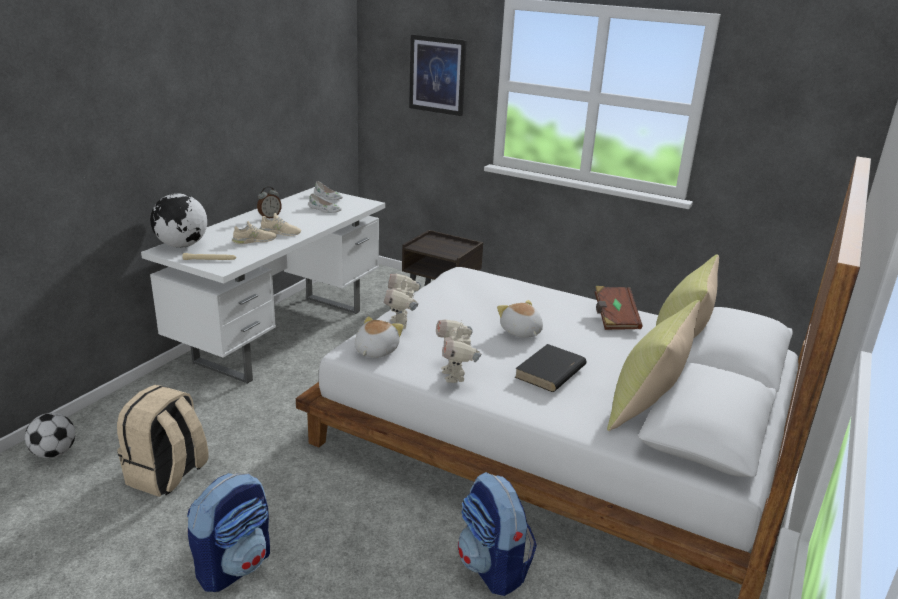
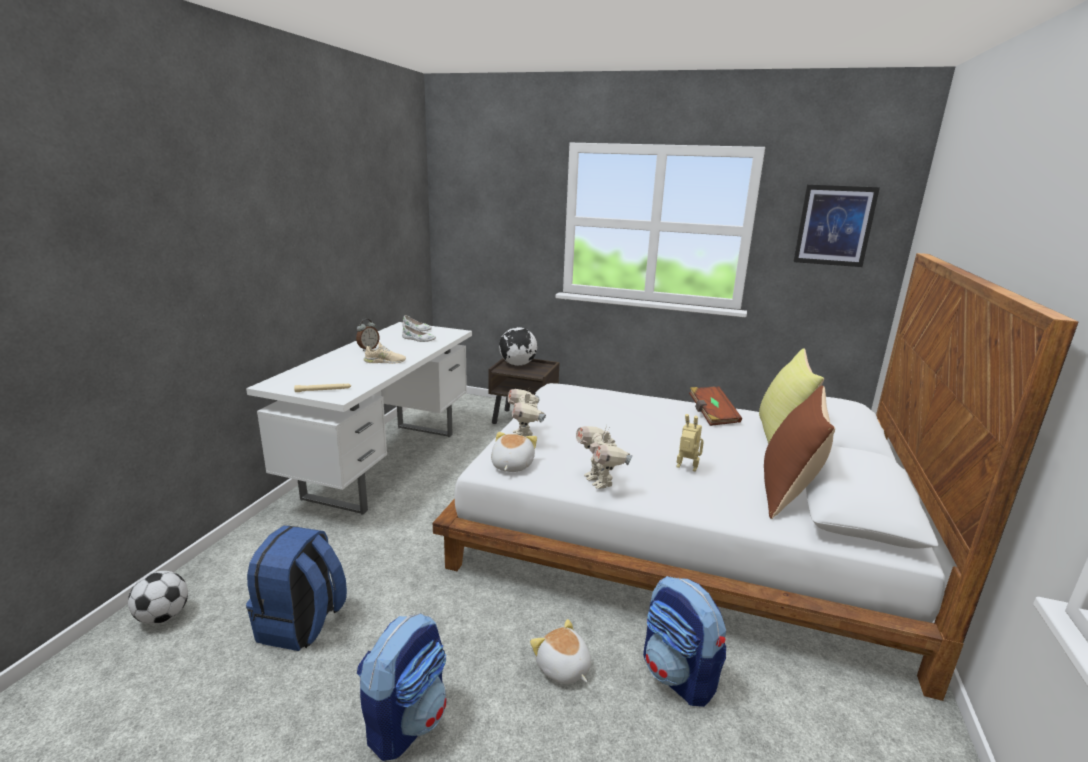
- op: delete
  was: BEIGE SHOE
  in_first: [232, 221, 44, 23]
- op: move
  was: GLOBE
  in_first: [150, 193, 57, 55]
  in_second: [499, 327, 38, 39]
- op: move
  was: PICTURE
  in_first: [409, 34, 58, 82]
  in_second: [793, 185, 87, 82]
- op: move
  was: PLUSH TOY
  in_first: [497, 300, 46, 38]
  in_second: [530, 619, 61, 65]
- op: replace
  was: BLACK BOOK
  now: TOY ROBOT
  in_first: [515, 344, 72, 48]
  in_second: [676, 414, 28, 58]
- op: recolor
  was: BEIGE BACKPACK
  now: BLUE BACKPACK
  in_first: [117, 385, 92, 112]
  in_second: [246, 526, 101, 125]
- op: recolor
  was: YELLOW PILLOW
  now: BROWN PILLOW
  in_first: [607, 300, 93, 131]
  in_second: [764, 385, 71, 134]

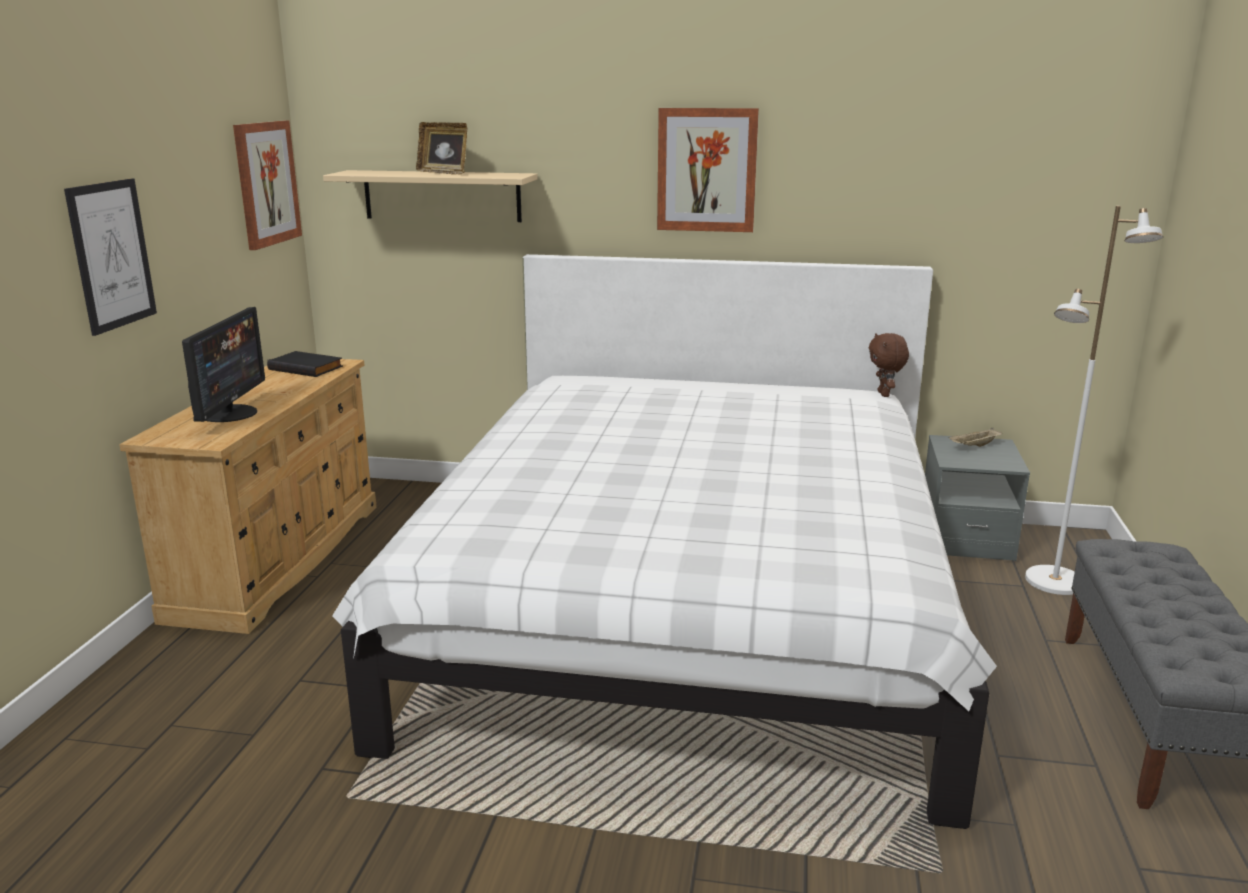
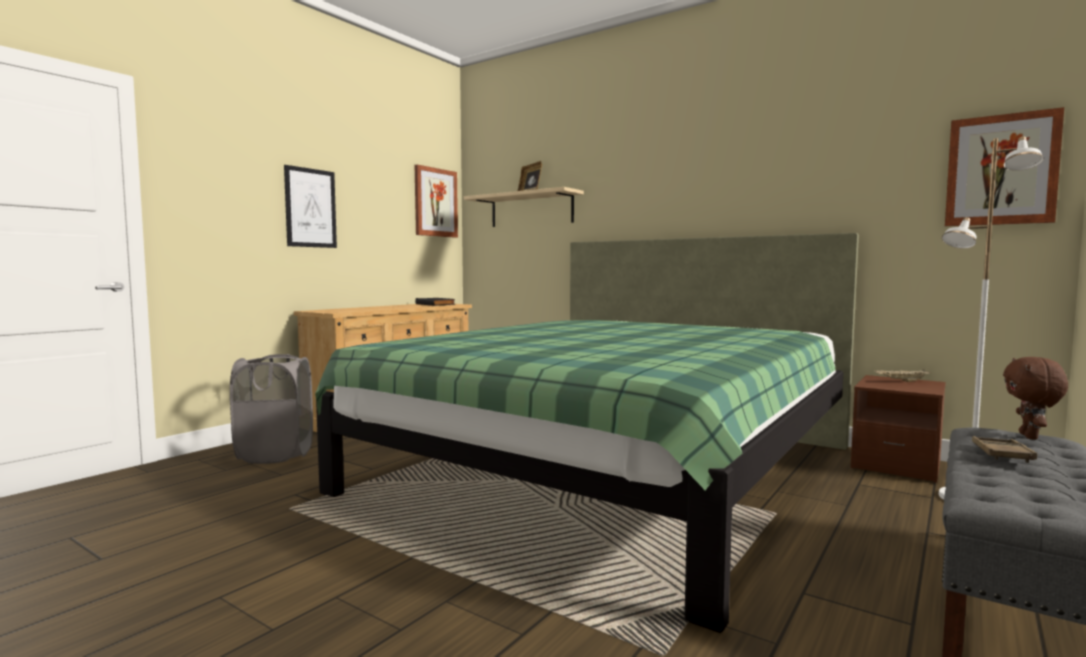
- op: delete
  was: MONITOR
  in_first: [182, 307, 83, 115]
- op: insert
  now: GREY LAUNDRY BASKET
  in_second: [230, 354, 83, 110]
- op: insert
  now: BROWN TRAY
  in_second: [972, 436, 65, 27]
- op: move
  was: PICTURE
  in_first: [657, 108, 102, 124]
  in_second: [945, 107, 119, 119]
- op: move
  was: BROWN PLUSH TOY
  in_first: [869, 333, 40, 64]
  in_second: [1003, 357, 65, 83]
- op: recolor
  was: WHITE BED
  now: GREEN BED
  in_first: [332, 254, 665, 575]
  in_second: [315, 233, 544, 400]
- op: recolor
  was: GREY NIGHTSTAND
  now: BROWN NIGHTSTAND
  in_first: [925, 435, 105, 126]
  in_second: [851, 375, 95, 108]

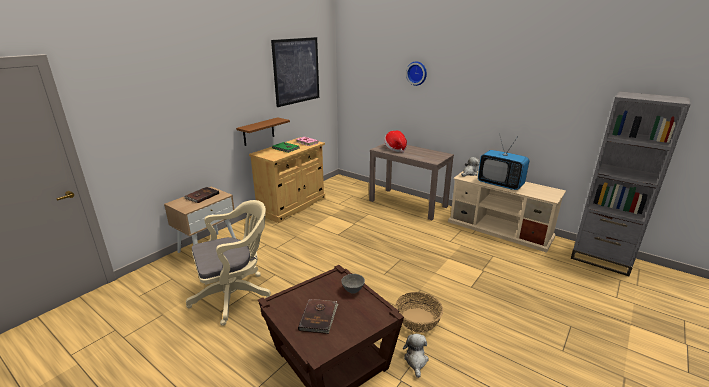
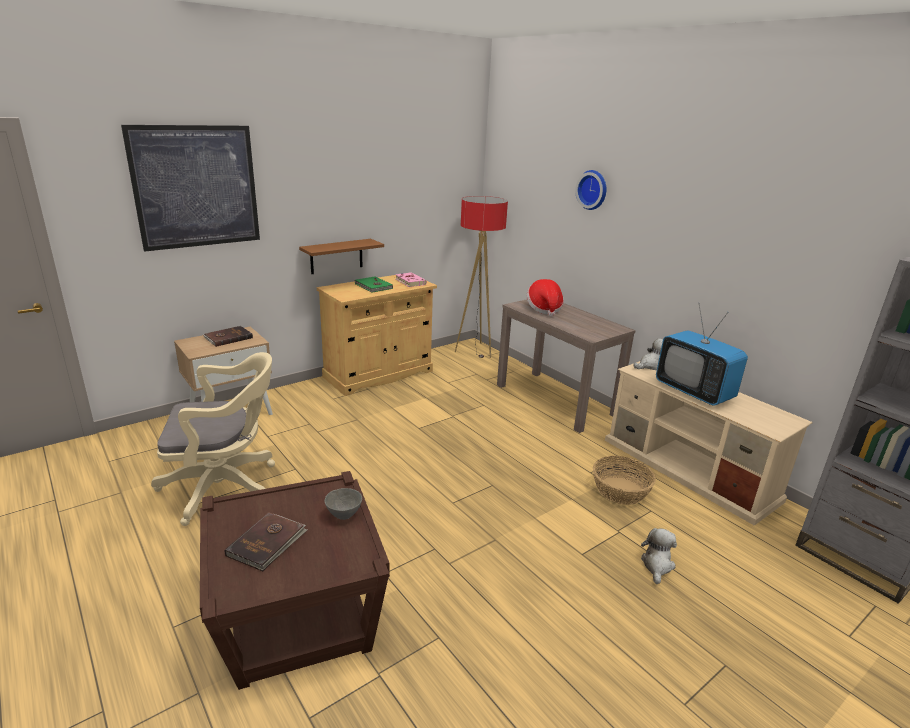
- op: insert
  now: FLOOR LAMP
  in_second: [455, 196, 53, 162]
- op: move
  was: PICTURE
  in_first: [271, 37, 48, 70]
  in_second: [121, 125, 139, 127]
- op: move
  was: BASKET
  in_first: [396, 292, 47, 41]
  in_second: [593, 456, 63, 49]
- op: move
  was: PLUSH TOY
  in_first: [403, 334, 26, 44]
  in_second: [641, 528, 36, 56]

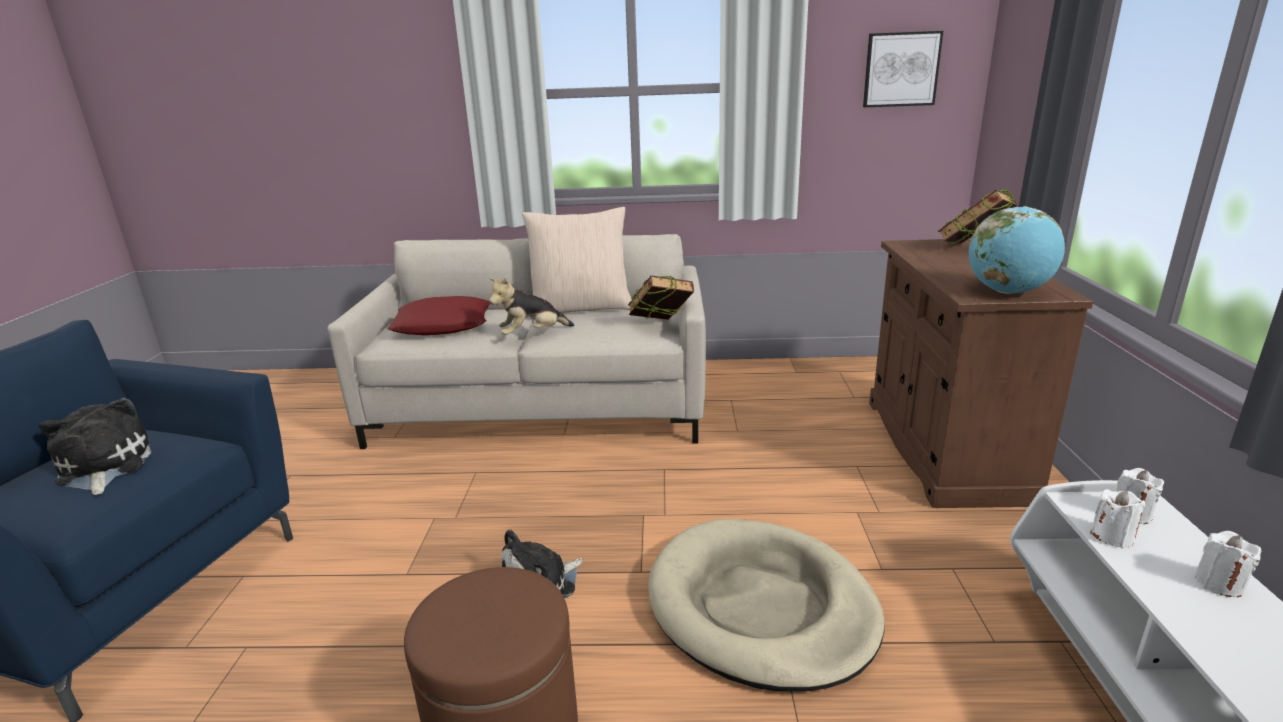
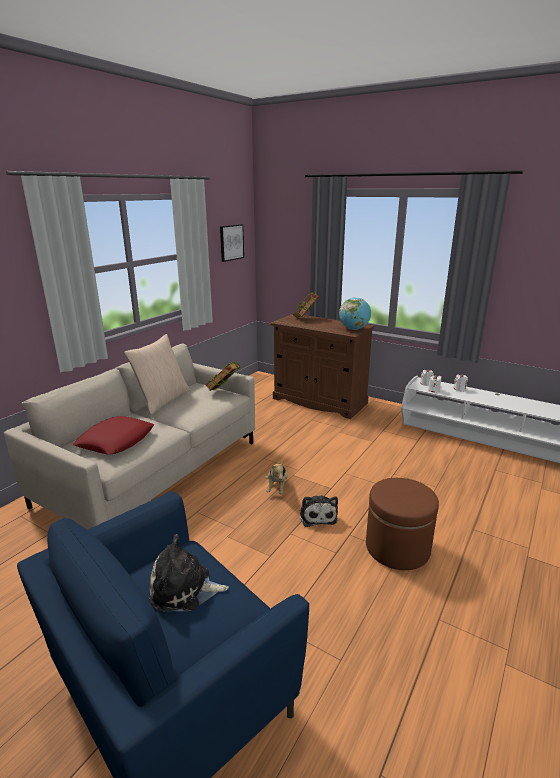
- op: delete
  was: BEIGE DOG BED
  in_first: [648, 519, 237, 172]
- op: move
  was: PLUSH TOY
  in_first: [489, 278, 85, 57]
  in_second: [265, 462, 23, 32]

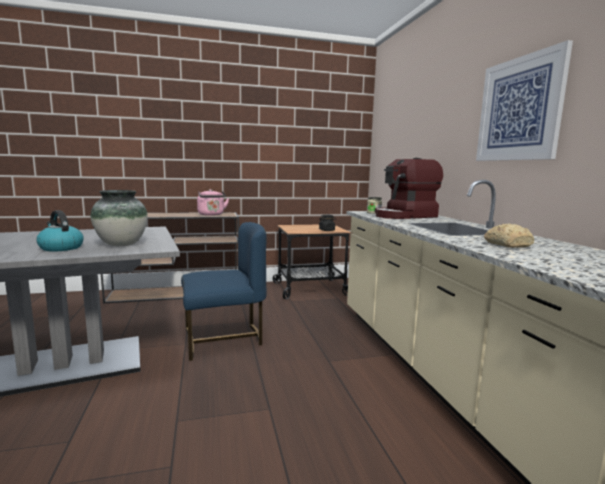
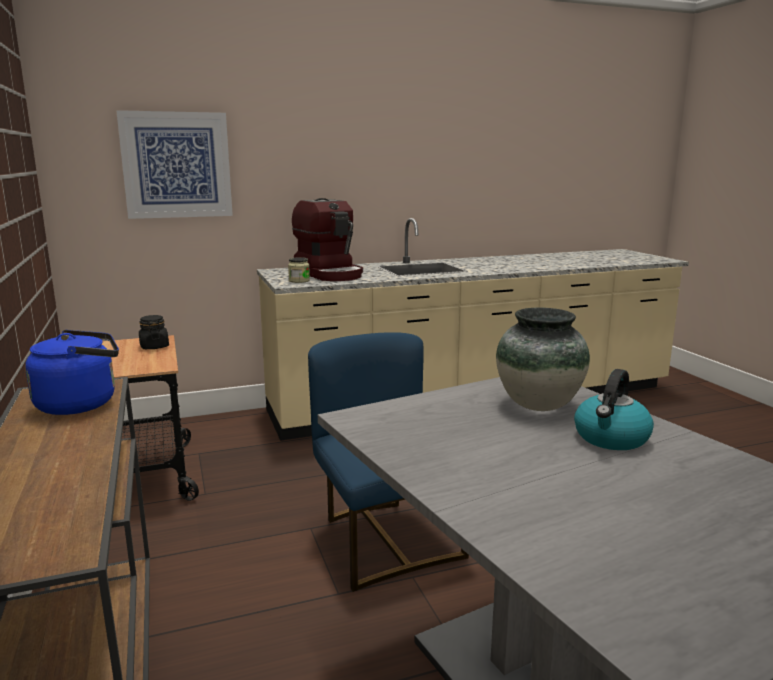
- op: delete
  was: BREAD
  in_first: [484, 223, 50, 25]
- op: move
  was: PICTURE
  in_first: [476, 40, 97, 121]
  in_second: [116, 110, 117, 109]
- op: recolor
  was: PINK KETTLE
  now: BLUE KETTLE
  in_first: [197, 189, 32, 27]
  in_second: [25, 330, 94, 85]

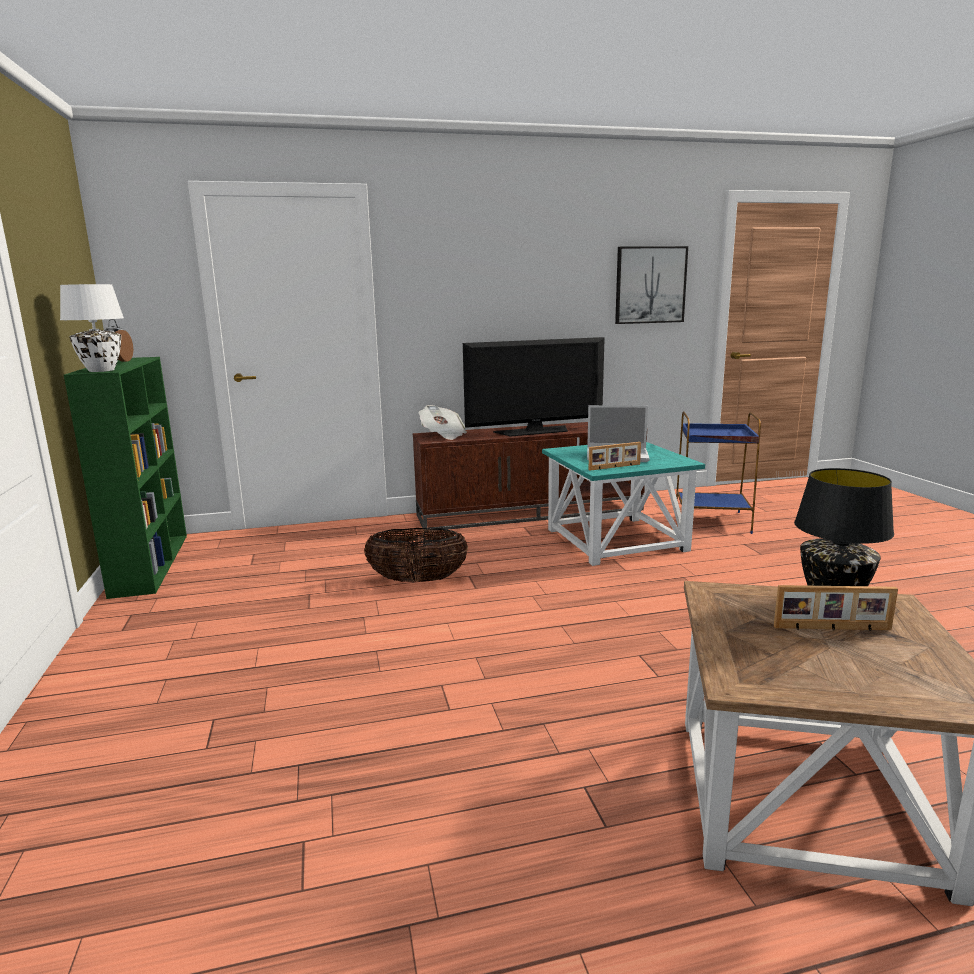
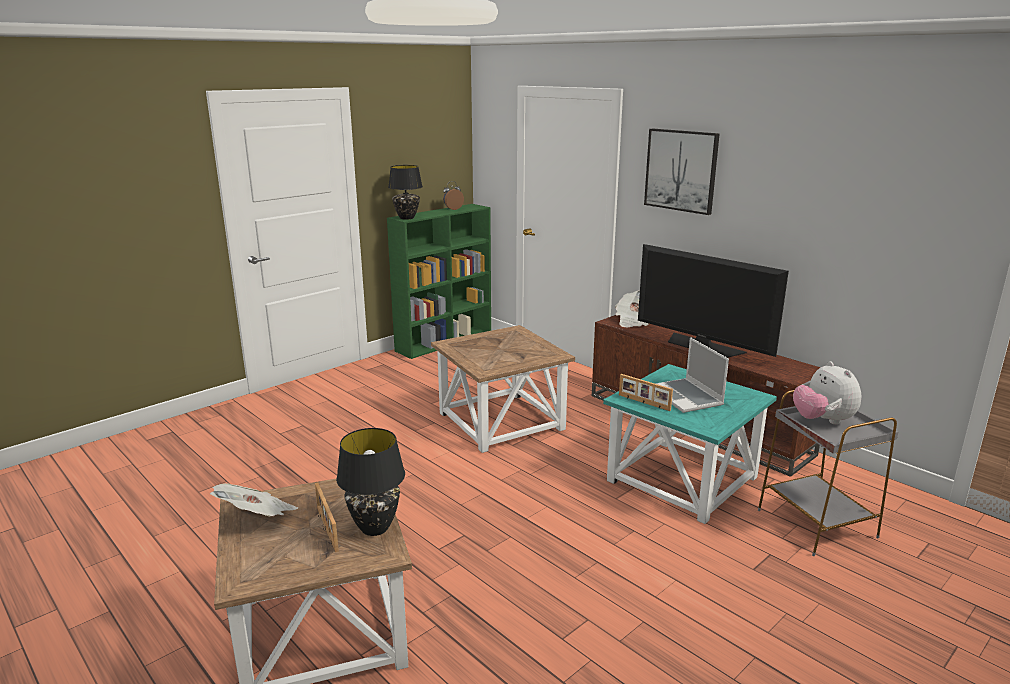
- op: insert
  now: NEWSPAPER
  in_second: [210, 483, 88, 34]
- op: insert
  now: PLUSH TOY
  in_second: [793, 361, 69, 64]
- op: move
  was: PICTURE
  in_first: [615, 246, 73, 78]
  in_second: [644, 129, 76, 86]
- op: replace
  was: BASKET
  now: BROWN SIDE TABLE
  in_first: [364, 528, 104, 54]
  in_second: [431, 325, 144, 128]
- op: recolor
  was: WHITE TABLE LAMP
  now: BLACK TABLE LAMP
  in_first: [60, 284, 64, 88]
  in_second: [388, 165, 35, 55]
- op: recolor
  was: BLUE SIDE TABLE
  now: GREY SIDE TABLE
  in_first: [676, 411, 85, 123]
  in_second: [758, 390, 140, 166]

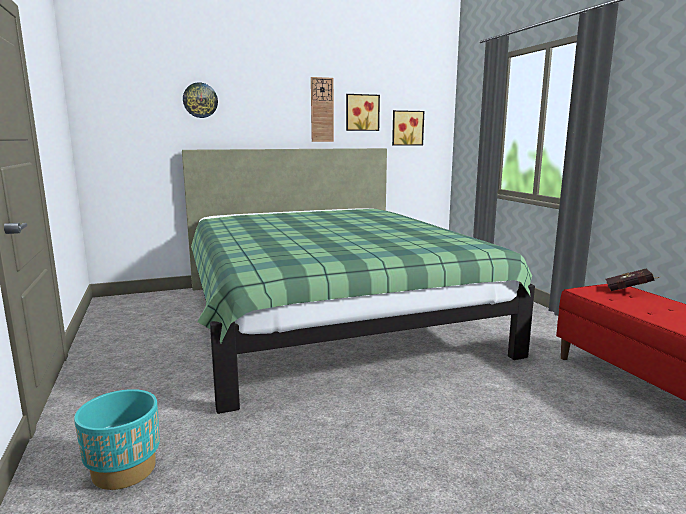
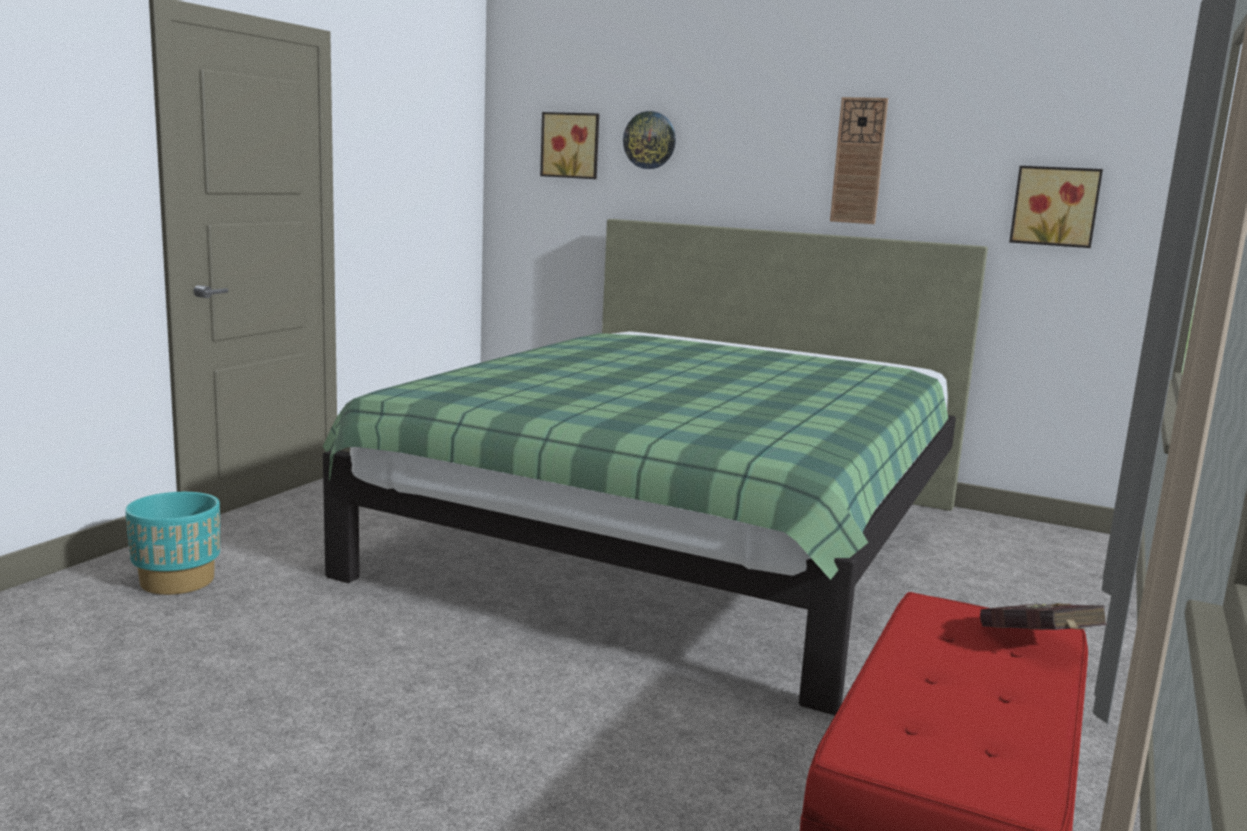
- op: move
  was: PICTURE
  in_first: [346, 94, 34, 37]
  in_second: [540, 112, 59, 67]

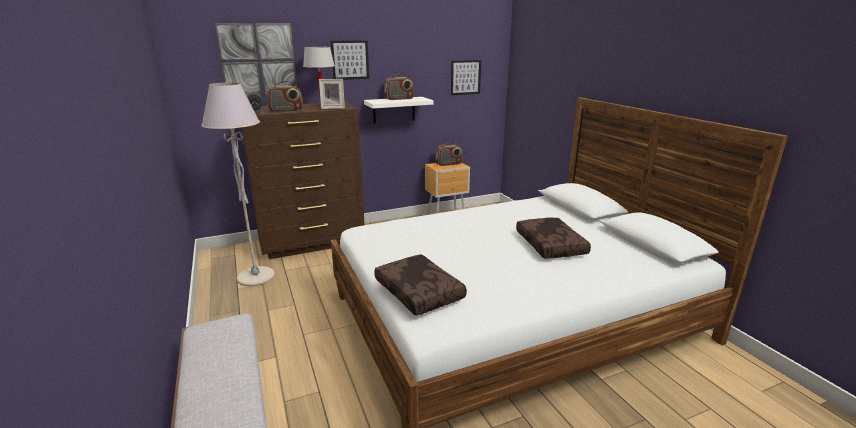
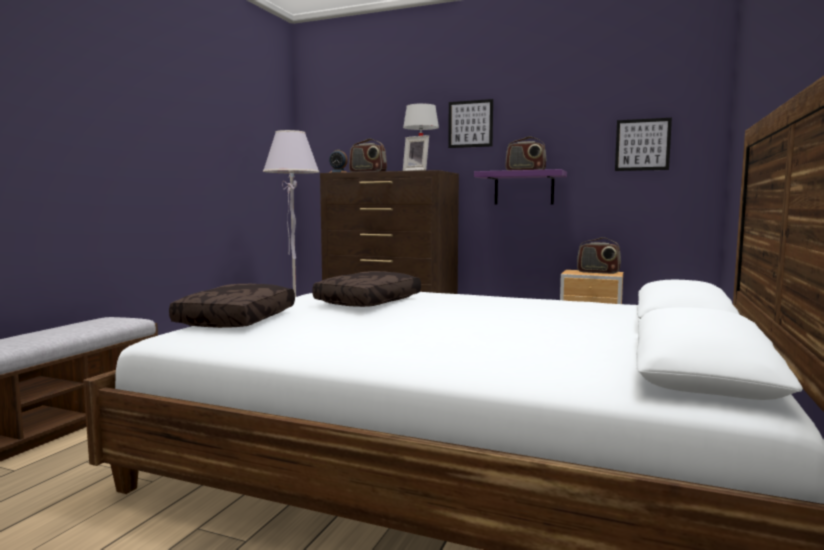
- op: delete
  was: PICTURE
  in_first: [215, 23, 82, 74]
- op: move
  was: BROWN PILLOW
  in_first: [516, 217, 75, 41]
  in_second: [312, 271, 109, 36]
- op: recolor
  was: WHITE SHELF
  now: PURPLE SHELF
  in_first: [364, 97, 69, 27]
  in_second: [474, 169, 93, 36]

